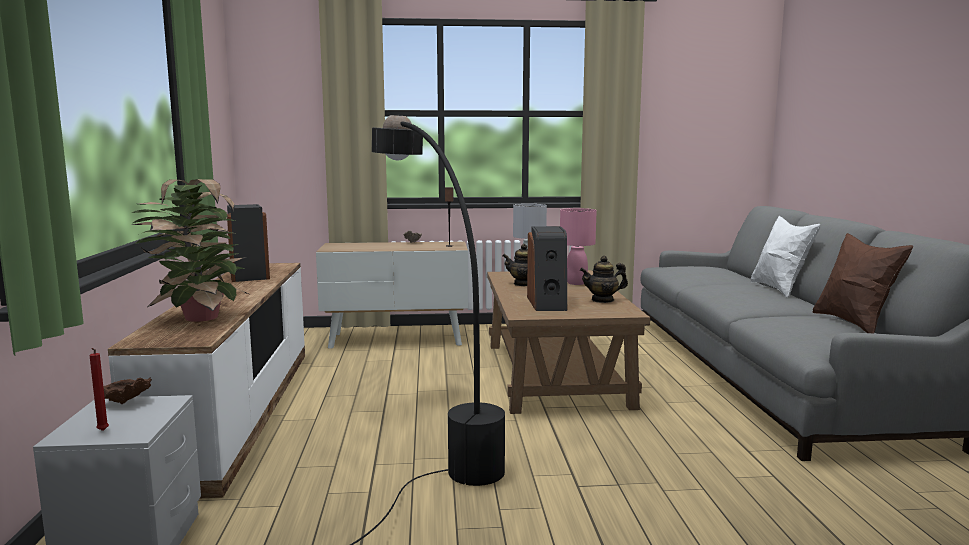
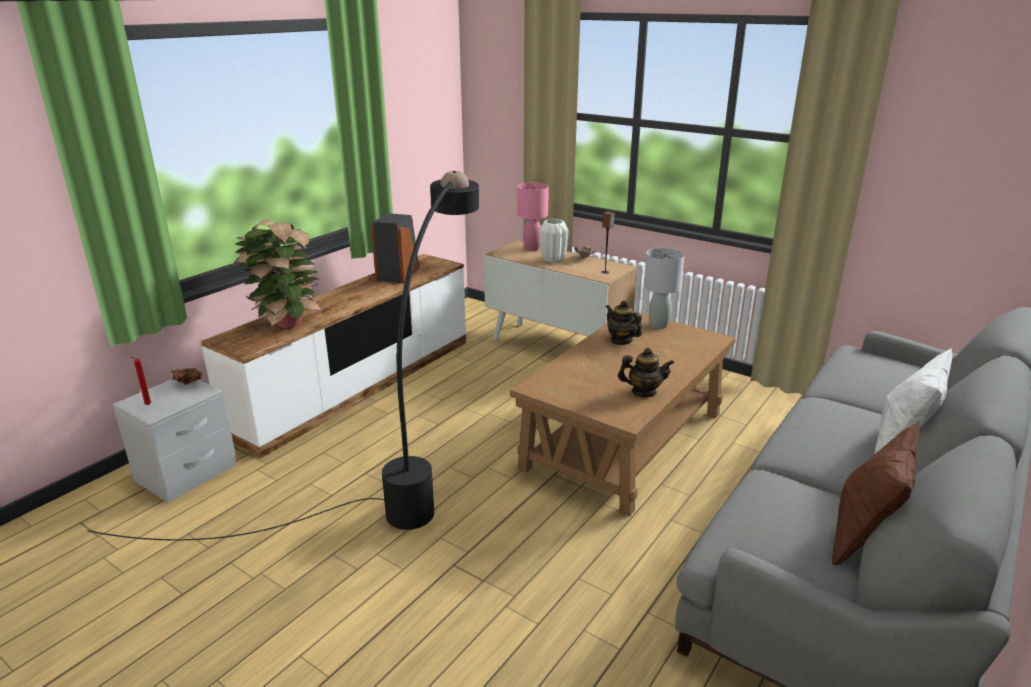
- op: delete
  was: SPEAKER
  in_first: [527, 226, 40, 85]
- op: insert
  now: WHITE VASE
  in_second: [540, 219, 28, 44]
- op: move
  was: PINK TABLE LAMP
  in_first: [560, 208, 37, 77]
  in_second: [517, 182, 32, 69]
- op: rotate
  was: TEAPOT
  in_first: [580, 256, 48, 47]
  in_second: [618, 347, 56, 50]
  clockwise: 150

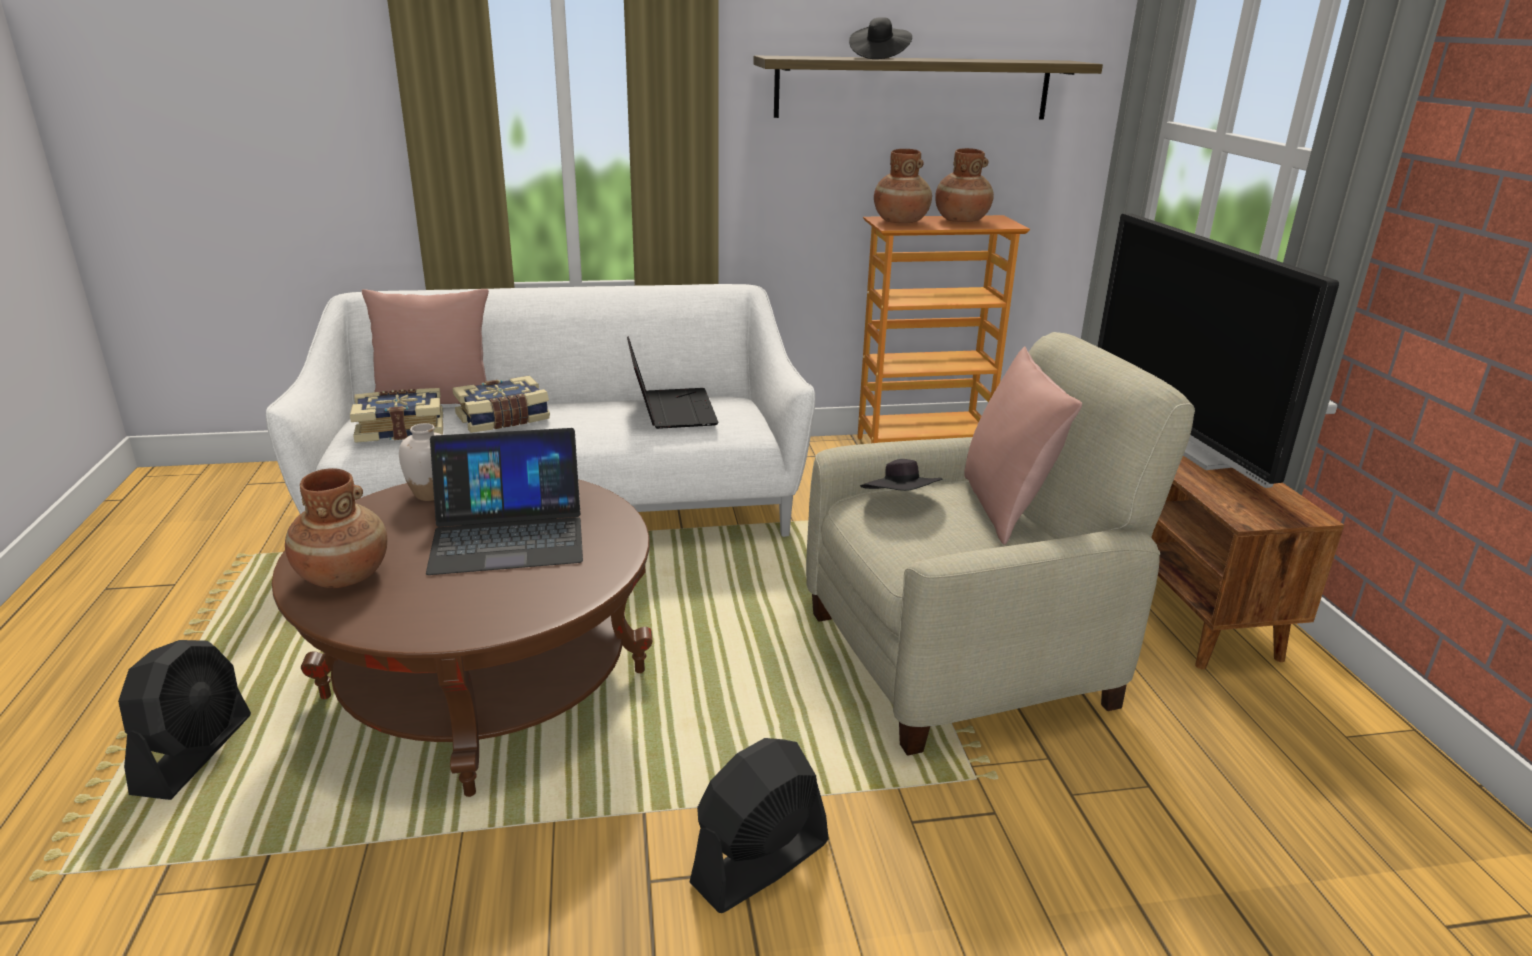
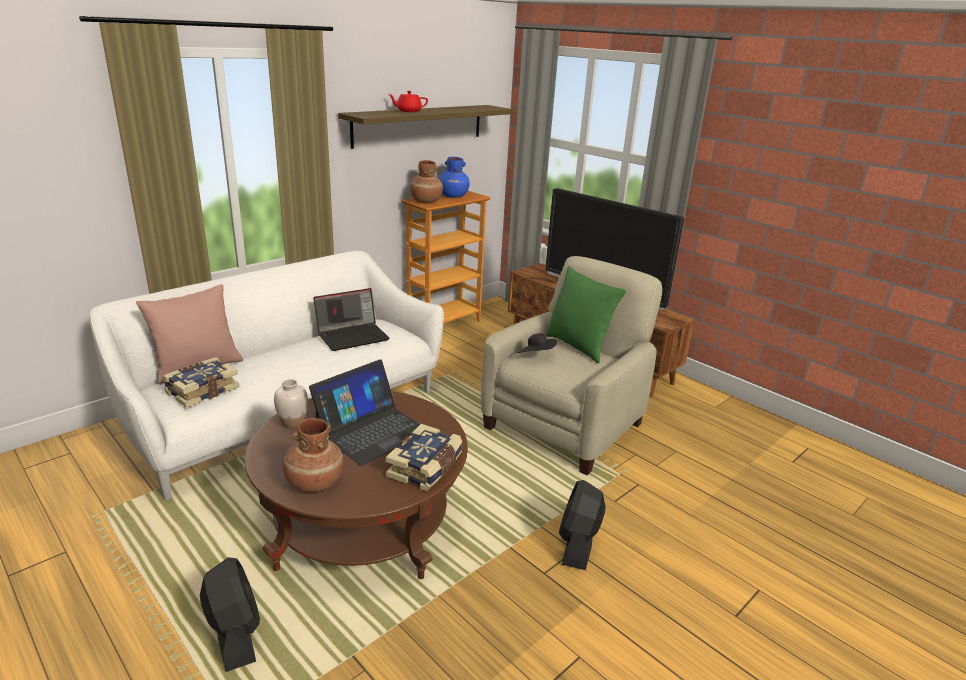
- op: move
  was: BOOK
  in_first: [452, 376, 98, 57]
  in_second: [386, 424, 76, 67]
- op: replace
  was: BLACK HAT
  now: RED TEAPOT
  in_first: [849, 17, 63, 42]
  in_second: [388, 91, 40, 21]
- op: recolor
  was: BROWN VASE
  now: BLUE VASE
  in_first: [935, 148, 59, 74]
  in_second: [439, 157, 31, 41]
- op: recolor
  was: PINK PILLOW
  now: GREEN PILLOW
  in_first: [964, 347, 118, 198]
  in_second: [546, 266, 80, 97]
- op: rotate
  was: LAPTOP
  in_first: [627, 336, 92, 93]
  in_second: [313, 288, 77, 63]
  clockwise: 105

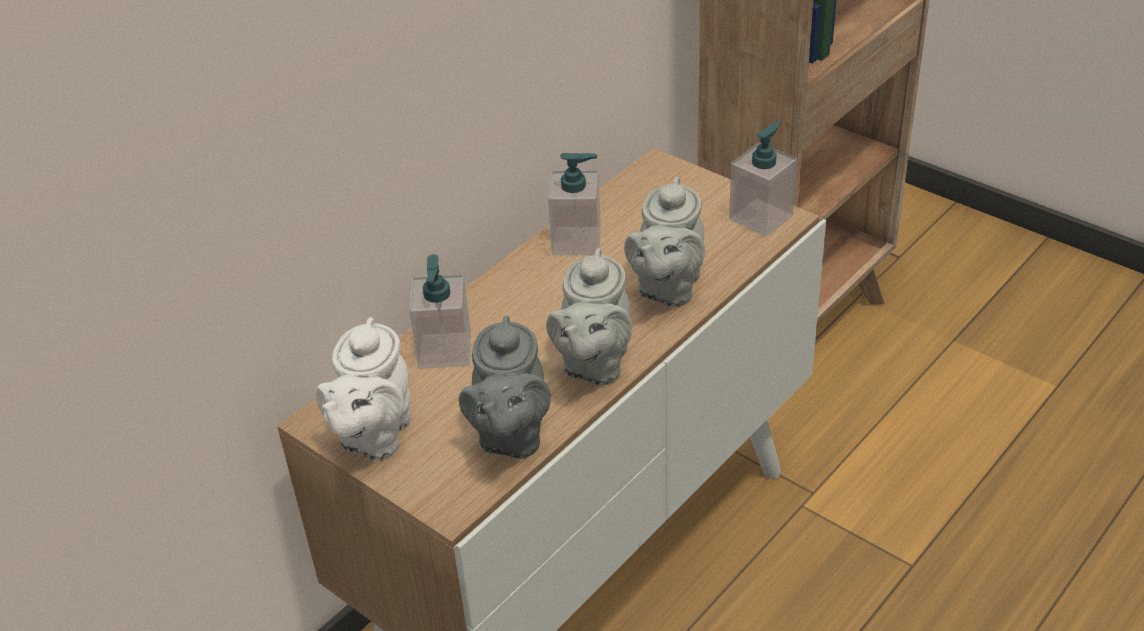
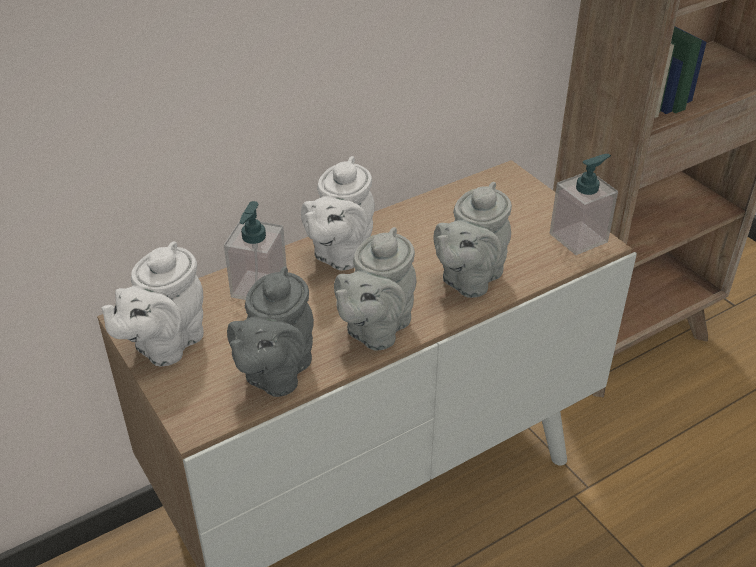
- op: delete
  was: SOAP DISPENSER
  in_first: [548, 153, 53, 102]
- op: insert
  now: WHITE TEAPOT
  in_second: [301, 156, 74, 114]

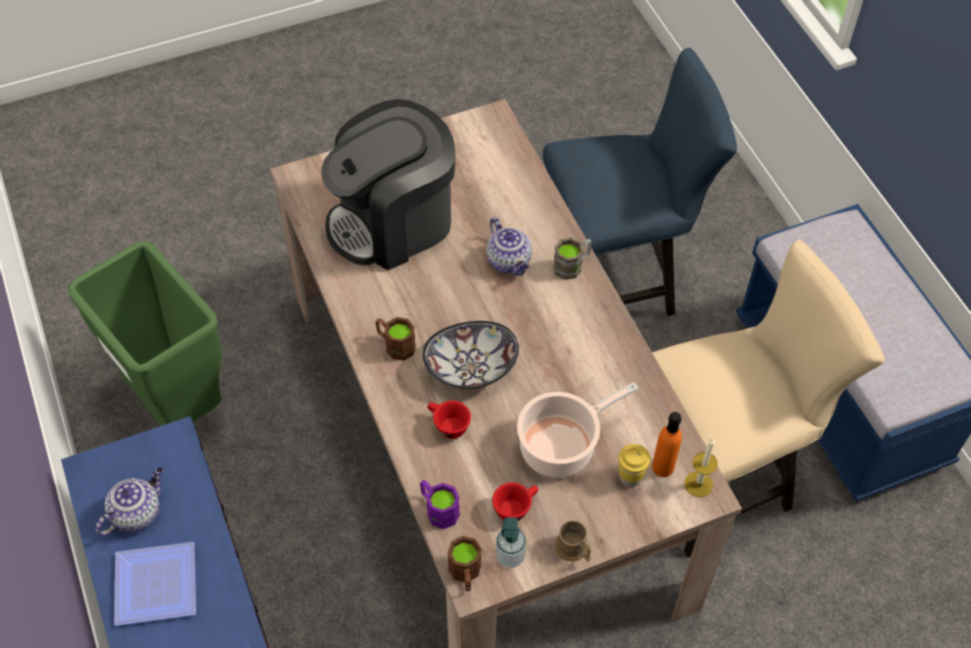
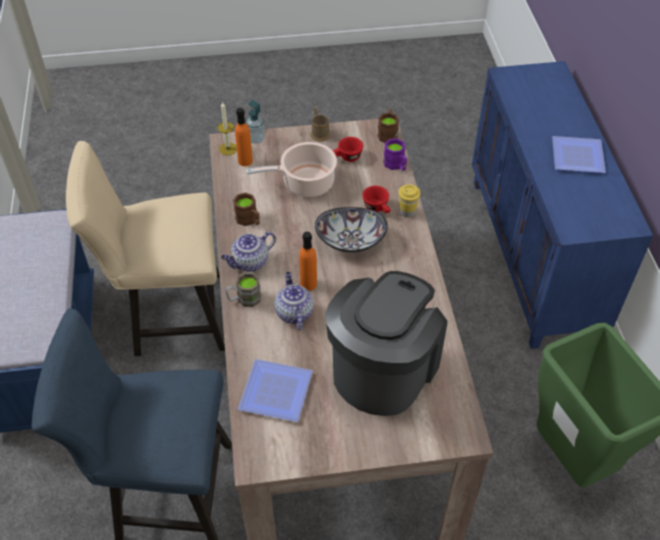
- op: insert
  now: PLATE
  in_second: [238, 359, 75, 63]
- op: insert
  now: ORANGE BOTTLE
  in_second: [299, 232, 18, 59]
- op: move
  was: TEAPOT
  in_first: [96, 467, 67, 69]
  in_second: [221, 232, 55, 40]
- op: move
  was: BROWN MUG
  in_first: [375, 317, 41, 44]
  in_second: [233, 192, 27, 34]
- op: move
  was: SOAP DISPENSER
  in_first: [496, 517, 30, 51]
  in_second: [245, 100, 20, 44]
- op: move
  was: YELLOW CUP
  in_first: [618, 444, 33, 43]
  in_second: [398, 184, 22, 34]
- op: rotate
  was: COFFEE MACHINE
  in_first: [321, 99, 134, 171]
  in_second: [325, 271, 122, 145]
  clockwise: -45

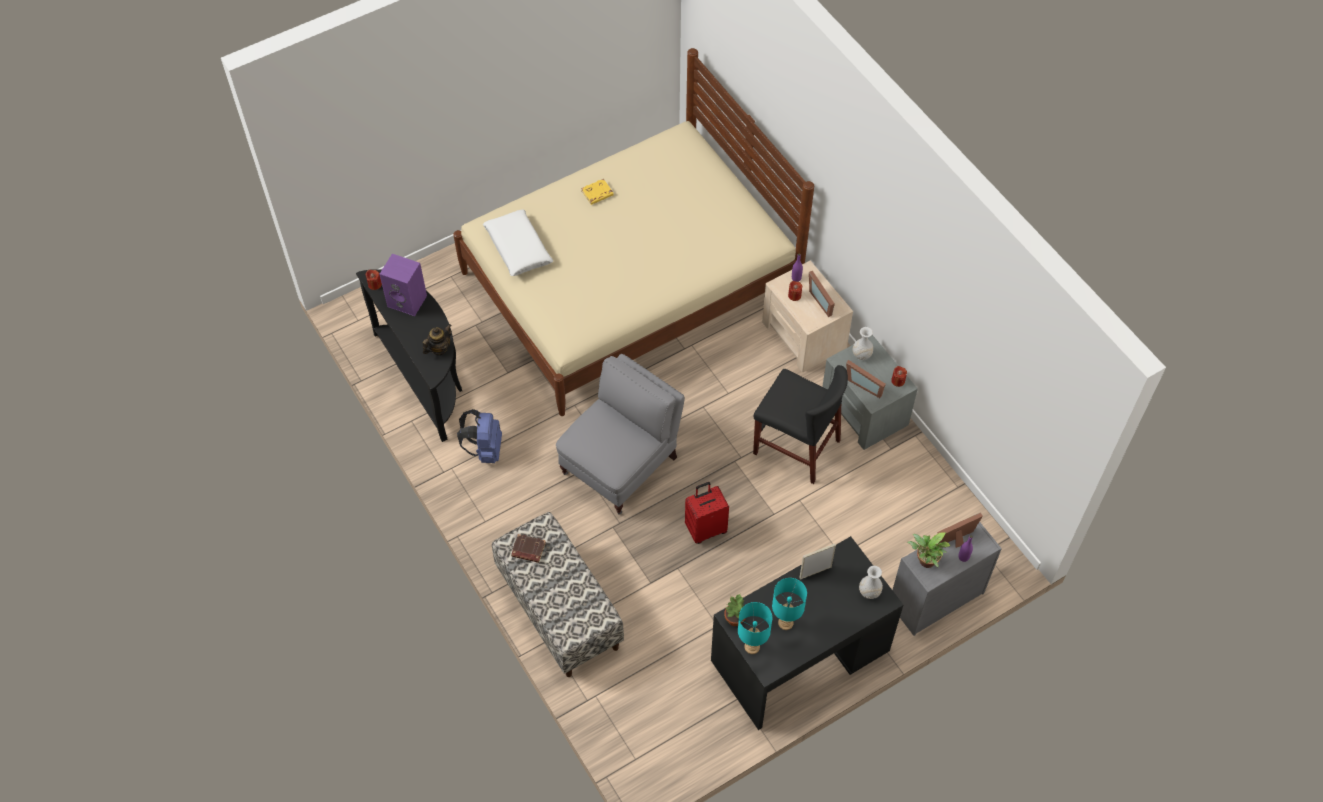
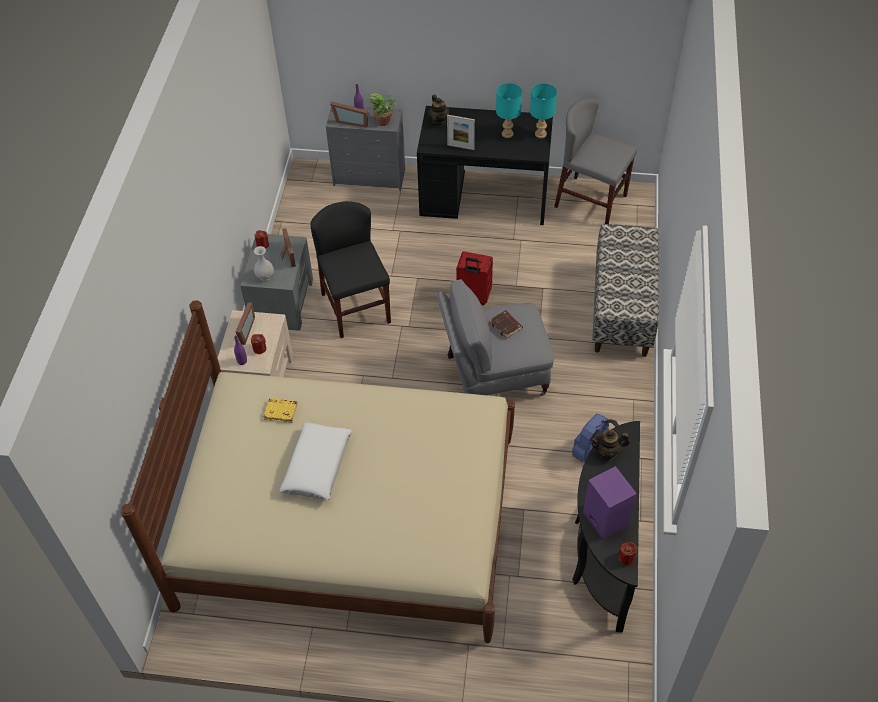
- op: delete
  was: POTTED PLANT
  in_first: [724, 594, 22, 32]
- op: insert
  now: GREY CHAIR
  in_second: [554, 98, 83, 126]
- op: move
  was: WHITE PILLOW
  in_first: [483, 210, 70, 66]
  in_second: [279, 422, 73, 79]
- op: move
  was: BROWN BOOK
  in_first: [511, 534, 35, 29]
  in_second: [489, 310, 34, 29]
- op: move
  was: YELLOW BOOK
  in_first: [581, 179, 33, 26]
  in_second: [264, 398, 33, 25]
- op: replace
  was: WHITE VASE
  now: TEAPOT
  in_first: [859, 566, 24, 33]
  in_second: [428, 95, 21, 31]

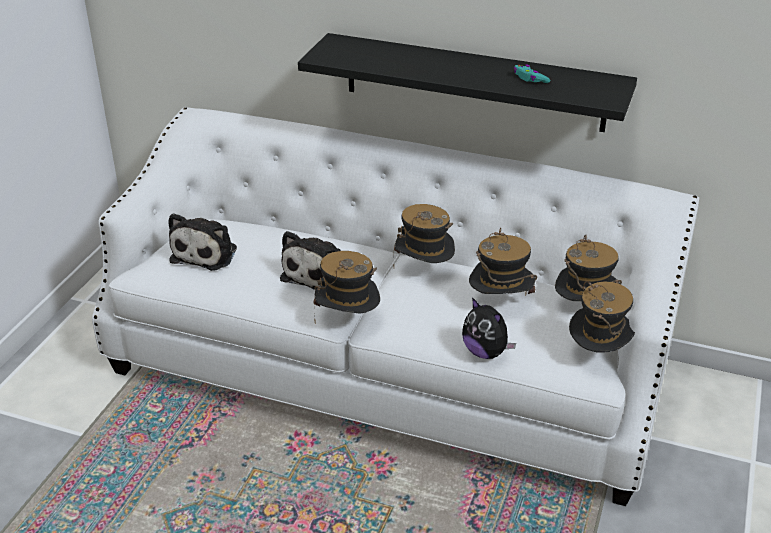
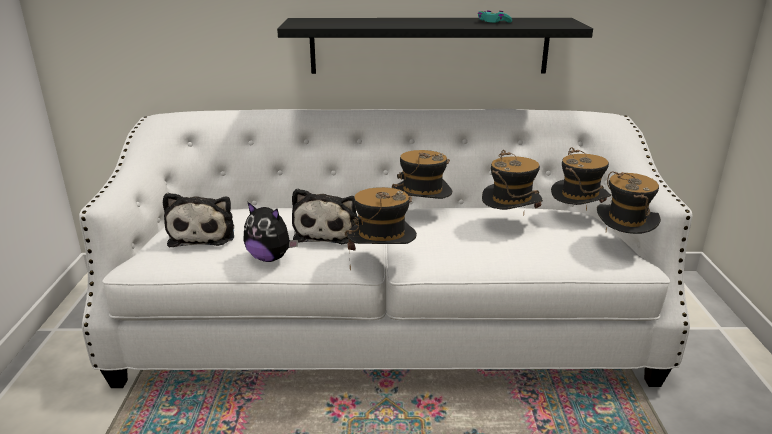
- op: move
  was: PLUSH TOY
  in_first: [462, 297, 54, 62]
  in_second: [244, 202, 54, 60]

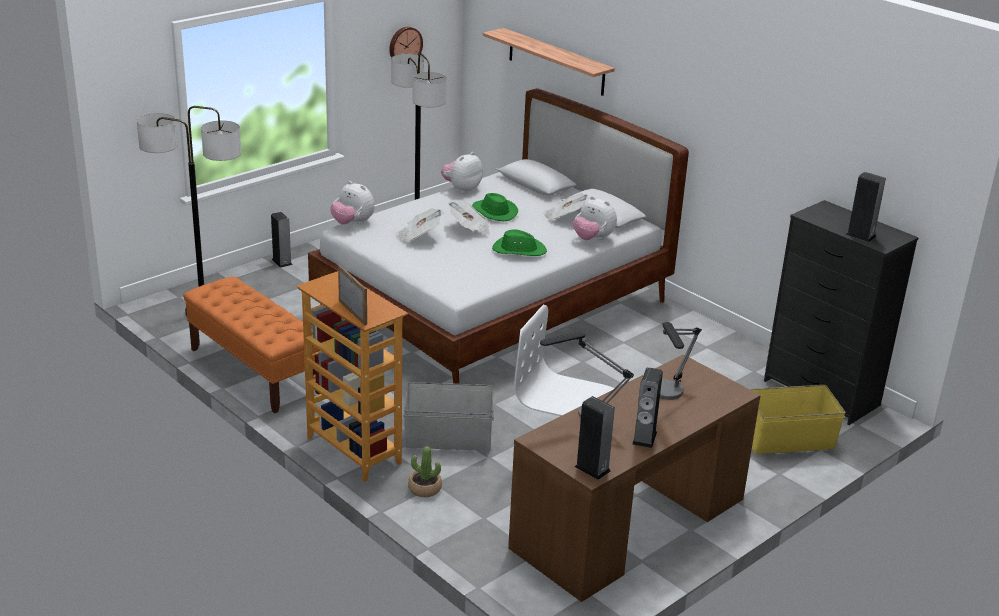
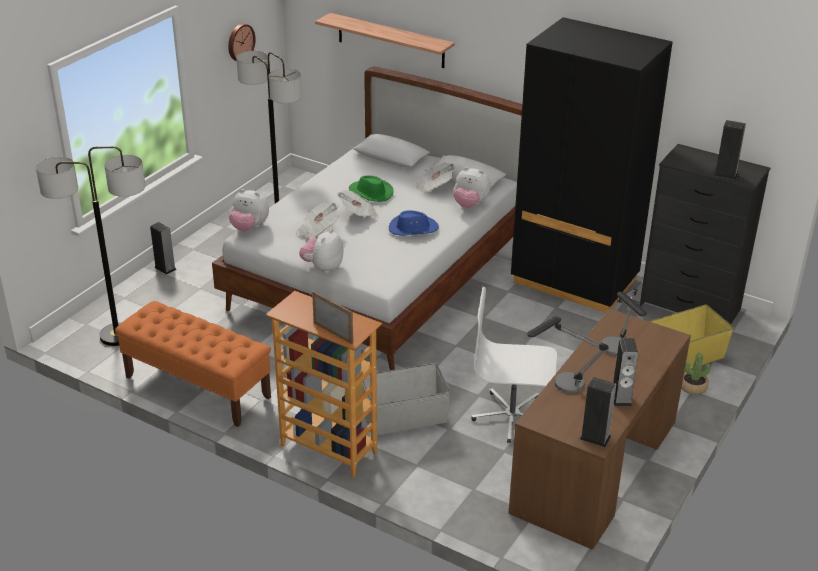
- op: insert
  now: BLACK WARDROBE
  in_second: [511, 17, 162, 296]
- op: move
  was: POTTED PLANT
  in_first: [408, 446, 34, 51]
  in_second: [681, 353, 30, 42]
- op: move
  was: PLUSH TOY
  in_first: [441, 152, 42, 41]
  in_second: [299, 229, 44, 44]
- op: recolor
  was: GREEN HAT
  now: BLUE HAT
  in_first: [492, 229, 55, 27]
  in_second: [389, 210, 50, 26]

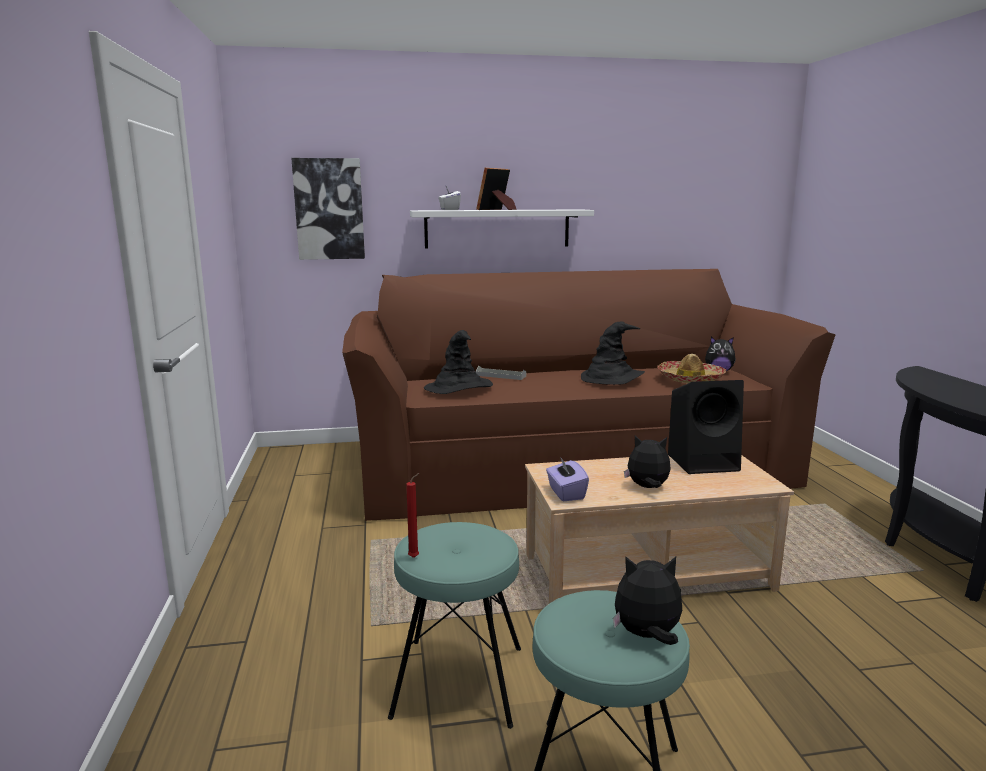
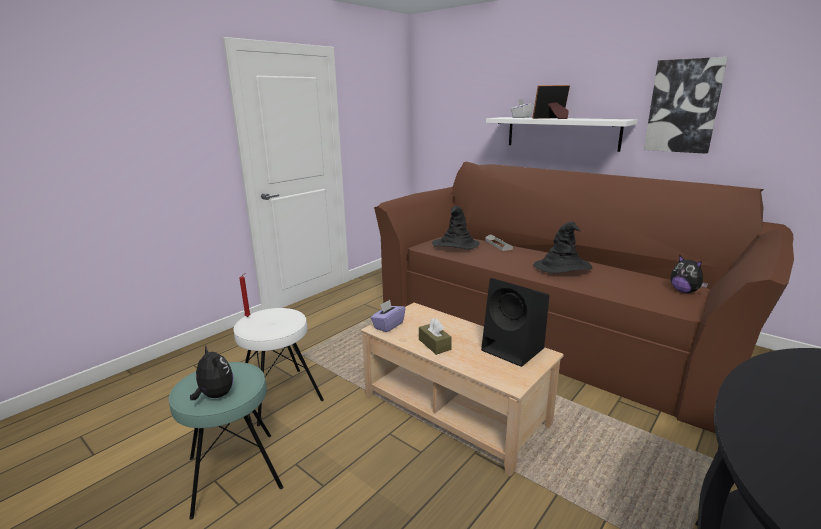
- op: delete
  was: HAT
  in_first: [657, 354, 69, 29]
- op: move
  was: PICTURE
  in_first: [291, 158, 74, 102]
  in_second: [644, 57, 84, 97]
- op: replace
  was: PLUSH TOY
  now: BROWN TISSUE BOX
  in_first: [624, 436, 47, 52]
  in_second: [419, 318, 33, 37]
- op: recolor
  was: TURQUOISE STOOL
  now: WHITE STOOL
  in_first: [388, 522, 133, 207]
  in_second: [234, 308, 90, 118]

